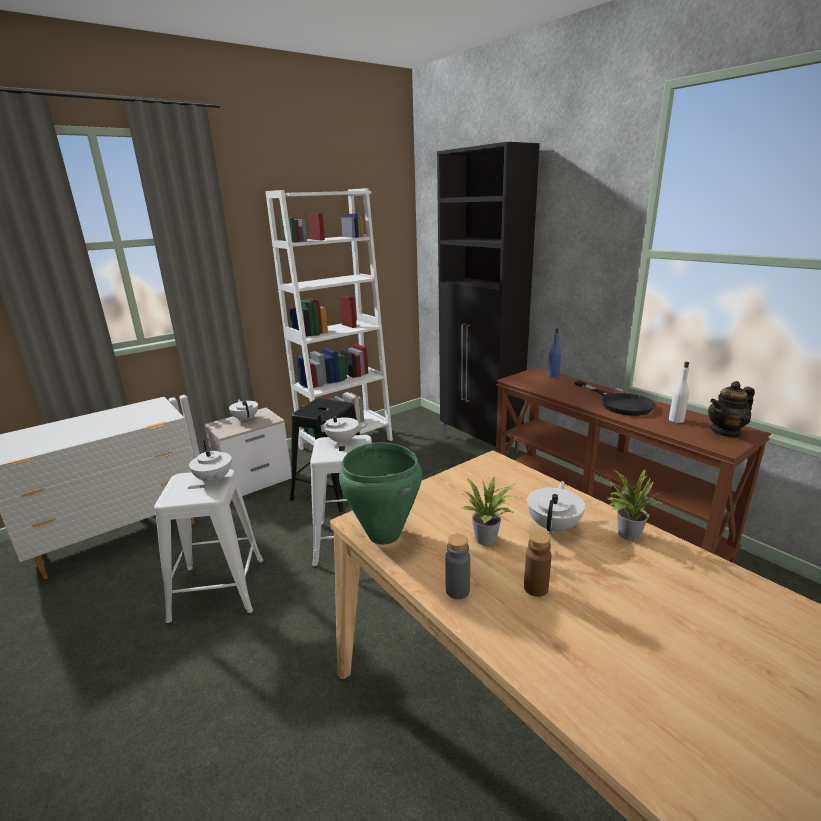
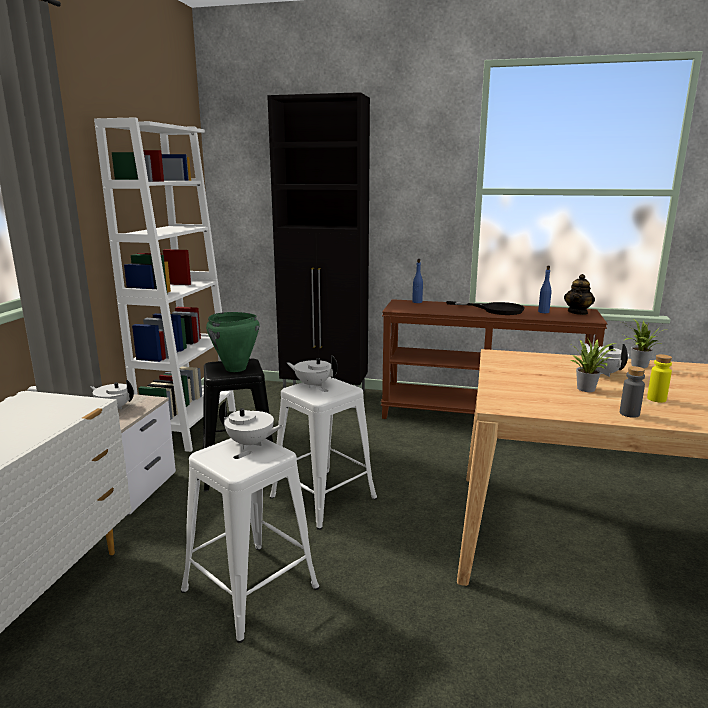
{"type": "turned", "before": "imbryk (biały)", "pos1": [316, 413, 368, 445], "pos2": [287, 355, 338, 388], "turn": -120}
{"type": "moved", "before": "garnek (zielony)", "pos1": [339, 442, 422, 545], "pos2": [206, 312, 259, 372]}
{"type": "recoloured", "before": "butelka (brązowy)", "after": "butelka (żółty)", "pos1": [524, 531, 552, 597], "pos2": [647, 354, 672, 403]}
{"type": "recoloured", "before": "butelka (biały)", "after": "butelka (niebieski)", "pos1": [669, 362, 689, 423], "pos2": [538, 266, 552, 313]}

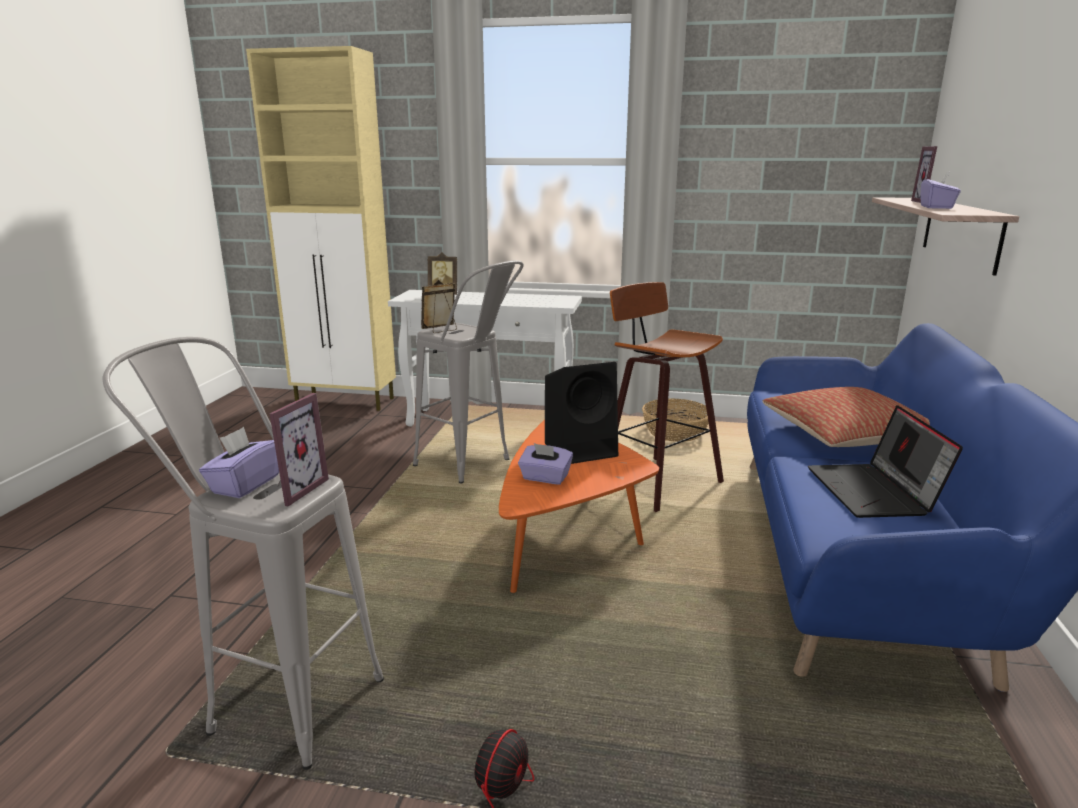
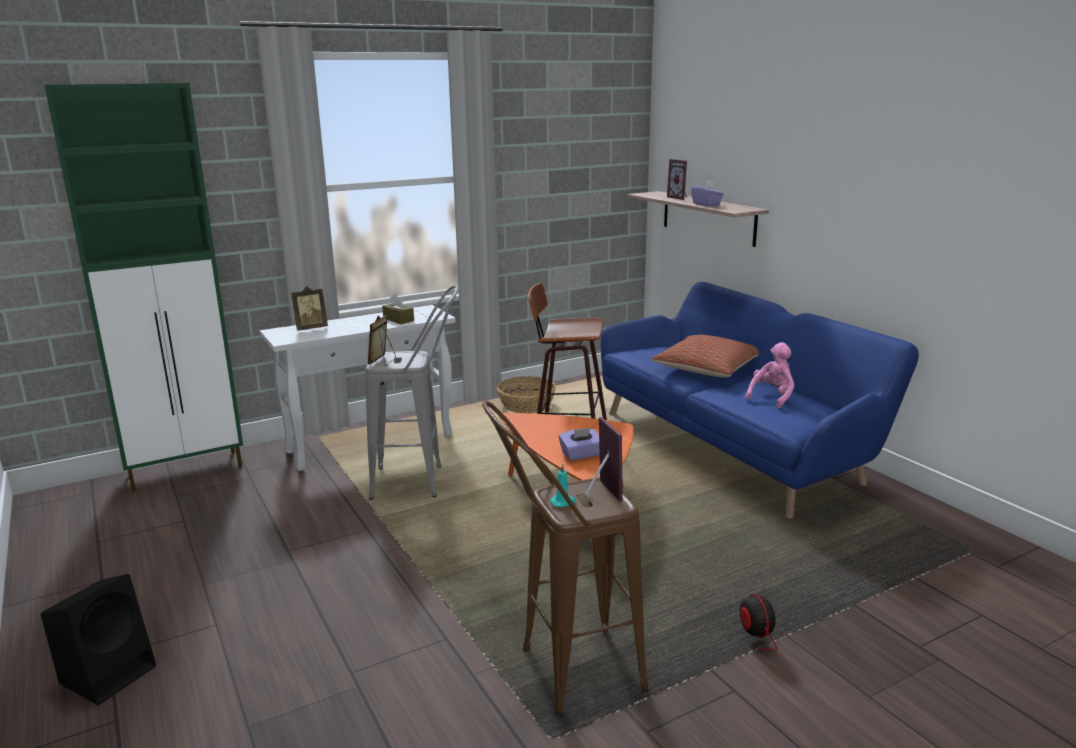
{"type": "recoloured", "before": "stołek (szary)", "after": "stołek (brązowy)", "pos1": [102, 337, 384, 770], "pos2": [482, 401, 649, 715]}
{"type": "replaced", "before": "pudełko chusteczek (fioletowy)", "after": "świeca (turkusowy)", "pos1": [199, 427, 279, 498], "pos2": [550, 464, 576, 507]}
{"type": "recoloured", "before": "szafka (beżowy)", "after": "szafka (zielony)", "pos1": [246, 46, 396, 411], "pos2": [44, 83, 243, 492]}
{"type": "moved", "before": "głośnik (czarny)", "pos1": [545, 362, 618, 464], "pos2": [41, 574, 156, 705]}
{"type": "replaced", "before": "laptop", "after": "pluszak (różowy)", "pos1": [808, 405, 963, 518], "pos2": [745, 342, 795, 409]}
{"type": "added", "after": "pudełko chusteczek (brązowy)", "pos2": [382, 294, 414, 324]}

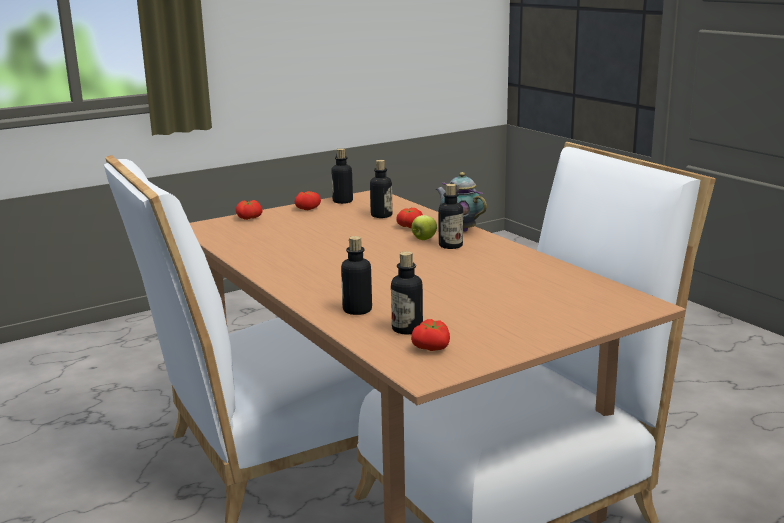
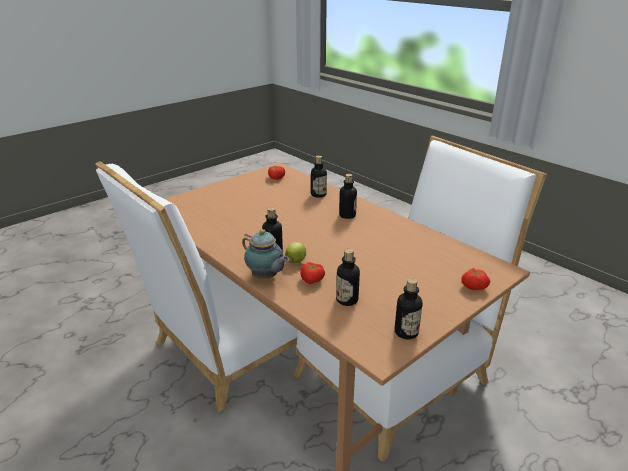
{"type": "removed", "before": "pomidor", "pos1": [295, 191, 321, 210]}
{"type": "moved", "before": "butelka", "pos1": [391, 251, 423, 334], "pos2": [339, 174, 357, 219]}

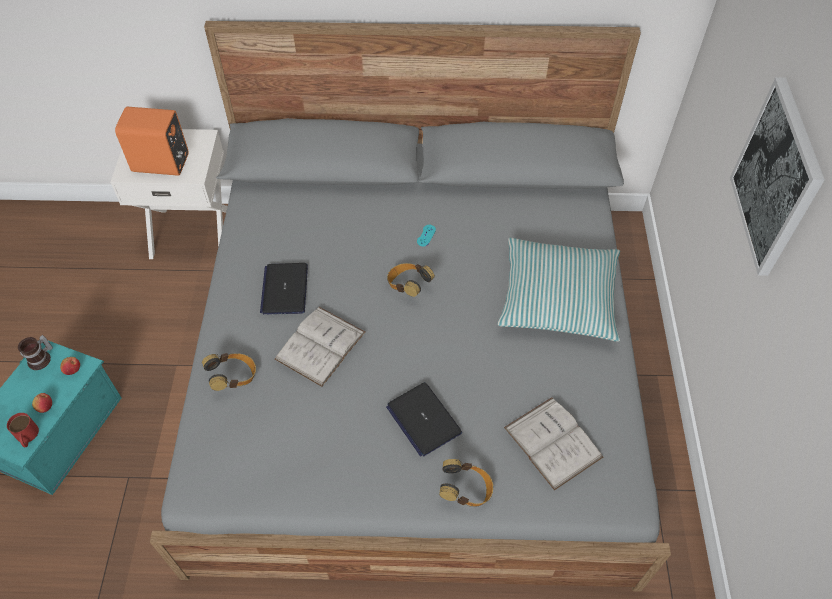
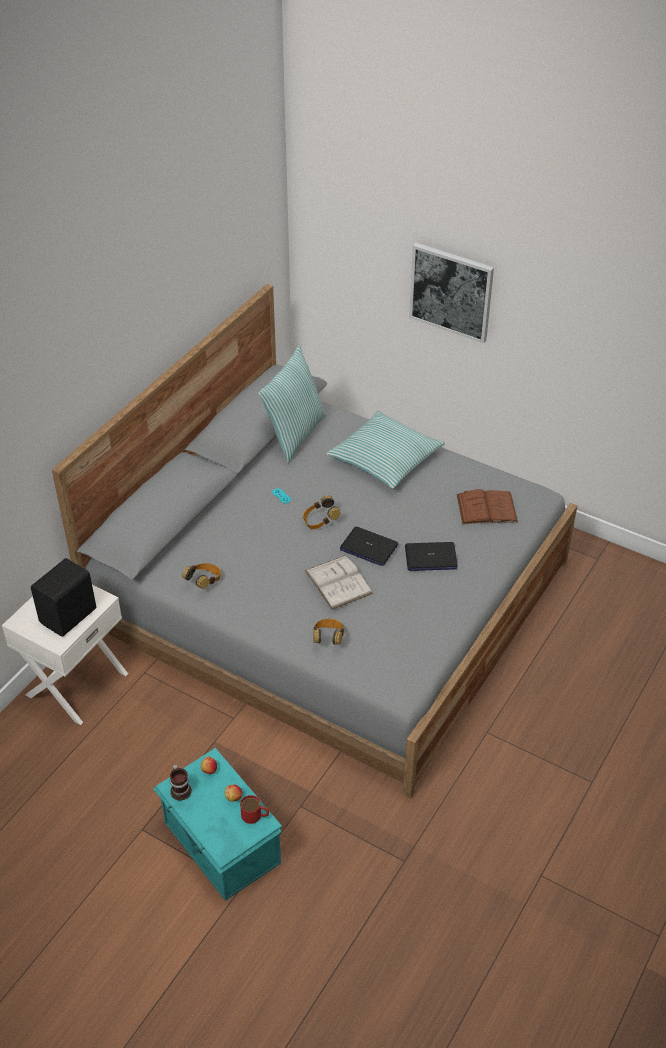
{"type": "recoloured", "before": "głośnik (pomarańczowy)", "after": "głośnik (czarny)", "pos1": [115, 107, 188, 176], "pos2": [31, 558, 96, 637]}
{"type": "moved", "before": "laptop", "pos1": [260, 263, 308, 315], "pos2": [340, 527, 398, 566]}
{"type": "moved", "before": "słuchawki", "pos1": [439, 459, 493, 507], "pos2": [182, 563, 221, 589]}
{"type": "recoloured", "before": "książka (biały)", "after": "książka (brązowy)", "pos1": [504, 397, 603, 491], "pos2": [457, 489, 518, 524]}
{"type": "added", "after": "poduszka", "pos2": [258, 345, 327, 463]}

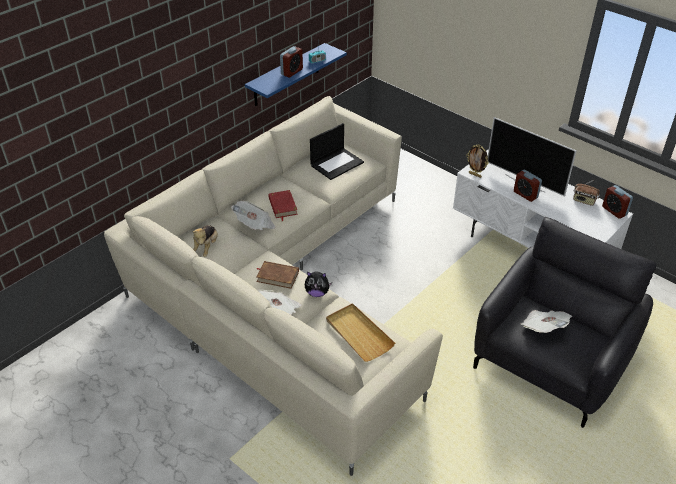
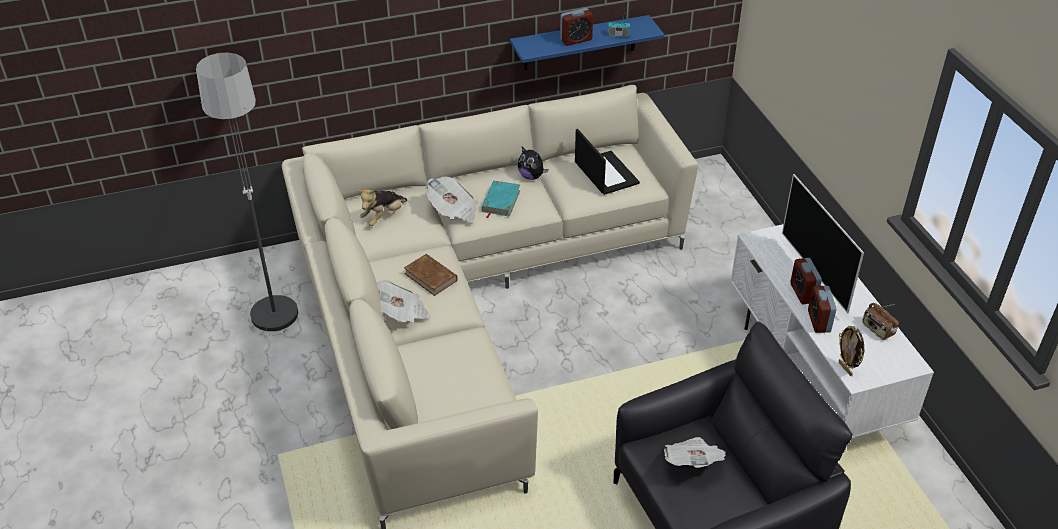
{"type": "recoloured", "before": "książka (czerwony)", "after": "książka (turkusowy)", "pos1": [268, 190, 298, 221], "pos2": [482, 181, 520, 218]}
{"type": "moved", "before": "pluszak", "pos1": [305, 272, 332, 297], "pos2": [518, 147, 548, 180]}
{"type": "turned", "before": "laptop", "pos1": [310, 123, 364, 180], "pos2": [575, 129, 640, 195], "turn": -105}
{"type": "removed", "before": "taca (beżowy)", "pos1": [326, 303, 395, 362]}
{"type": "moved", "before": "ramka na zdjęcie", "pos1": [467, 145, 489, 178], "pos2": [839, 325, 864, 376]}
{"type": "moved", "before": "budzik", "pos1": [602, 185, 633, 219], "pos2": [808, 286, 837, 333]}
{"type": "added", "after": "lampa stojąca", "pos2": [196, 52, 298, 336]}

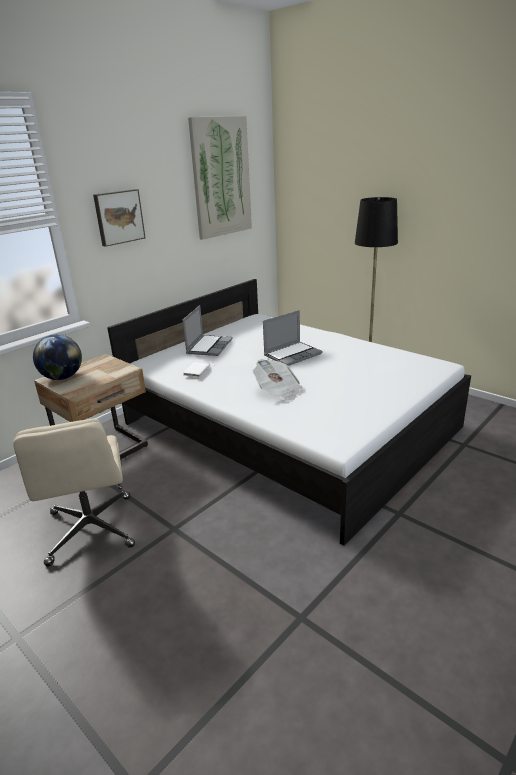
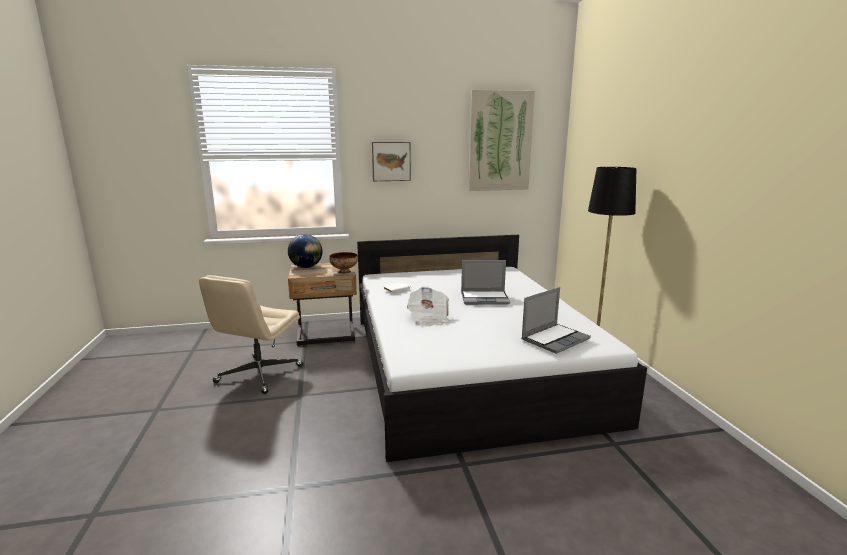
{"type": "moved", "before": "laptop", "pos1": [183, 305, 233, 356], "pos2": [521, 287, 591, 354]}
{"type": "added", "after": "miska", "pos2": [329, 252, 358, 274]}

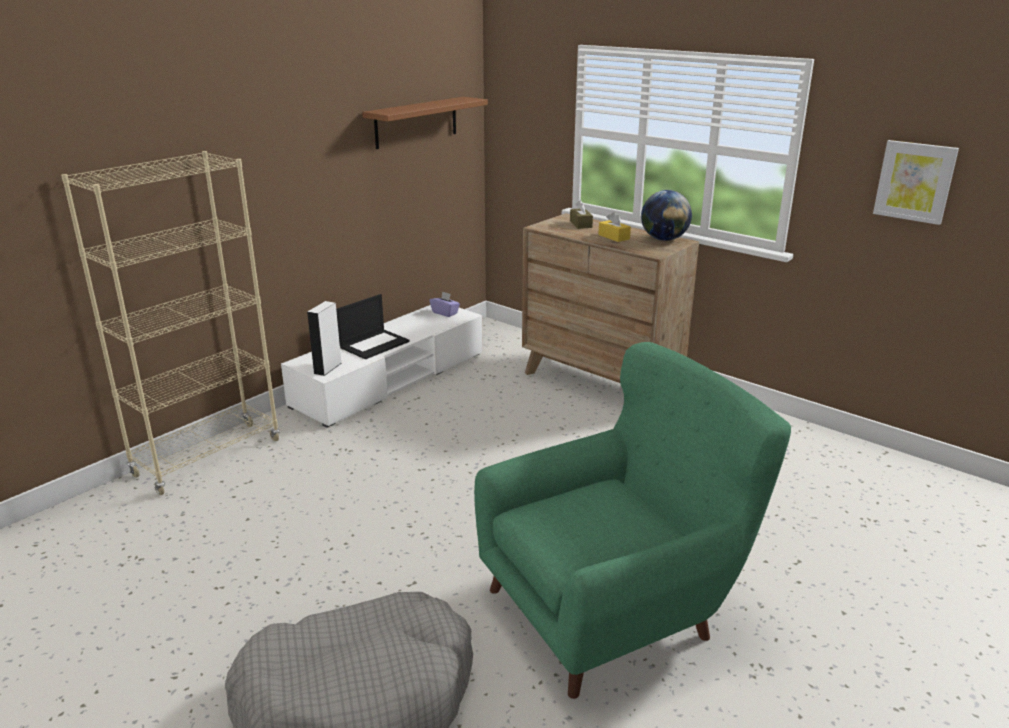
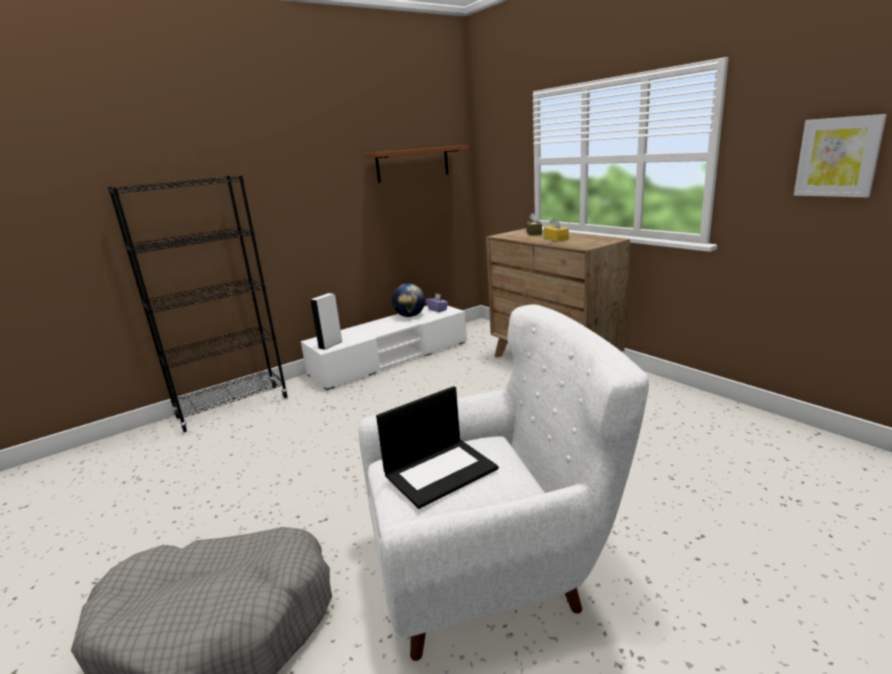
{"type": "recoloured", "before": "regał (beżowy)", "after": "regał (czarny)", "pos1": [61, 151, 280, 495], "pos2": [108, 176, 289, 432]}
{"type": "moved", "before": "laptop", "pos1": [336, 294, 410, 359], "pos2": [376, 386, 499, 509]}
{"type": "recoloured", "before": "fotel (zielony)", "after": "fotel (biały)", "pos1": [474, 342, 791, 699], "pos2": [359, 305, 649, 661]}
{"type": "moved", "before": "globus", "pos1": [641, 190, 692, 241], "pos2": [392, 283, 425, 317]}

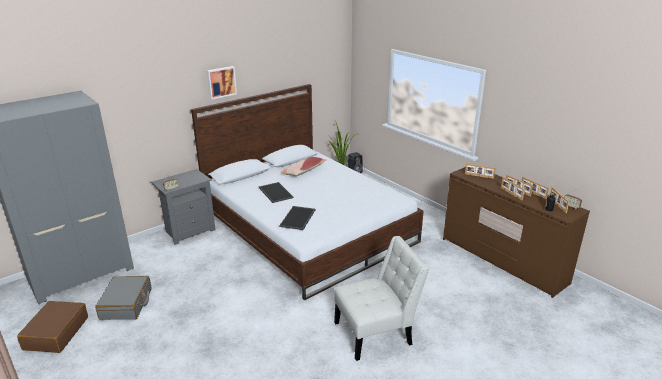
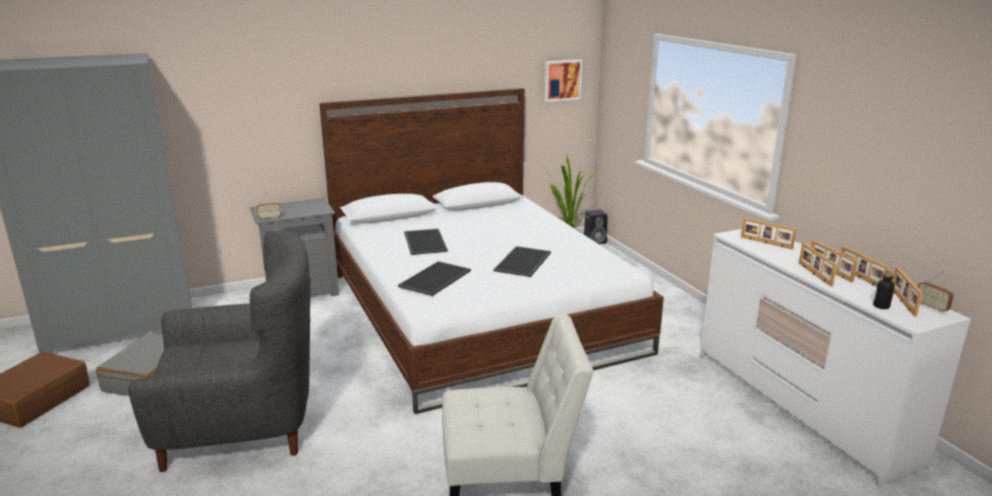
{"type": "moved", "before": "obraz", "pos1": [207, 66, 237, 99], "pos2": [544, 59, 582, 102]}
{"type": "removed", "before": "poduszka", "pos1": [280, 157, 327, 176]}
{"type": "recoloured", "before": "komoda (brązowy)", "after": "komoda (biały)", "pos1": [443, 167, 590, 298], "pos2": [700, 229, 971, 487]}
{"type": "added", "after": "fotel (szary)", "pos2": [128, 230, 311, 472]}
{"type": "added", "after": "taca", "pos2": [494, 246, 551, 277]}

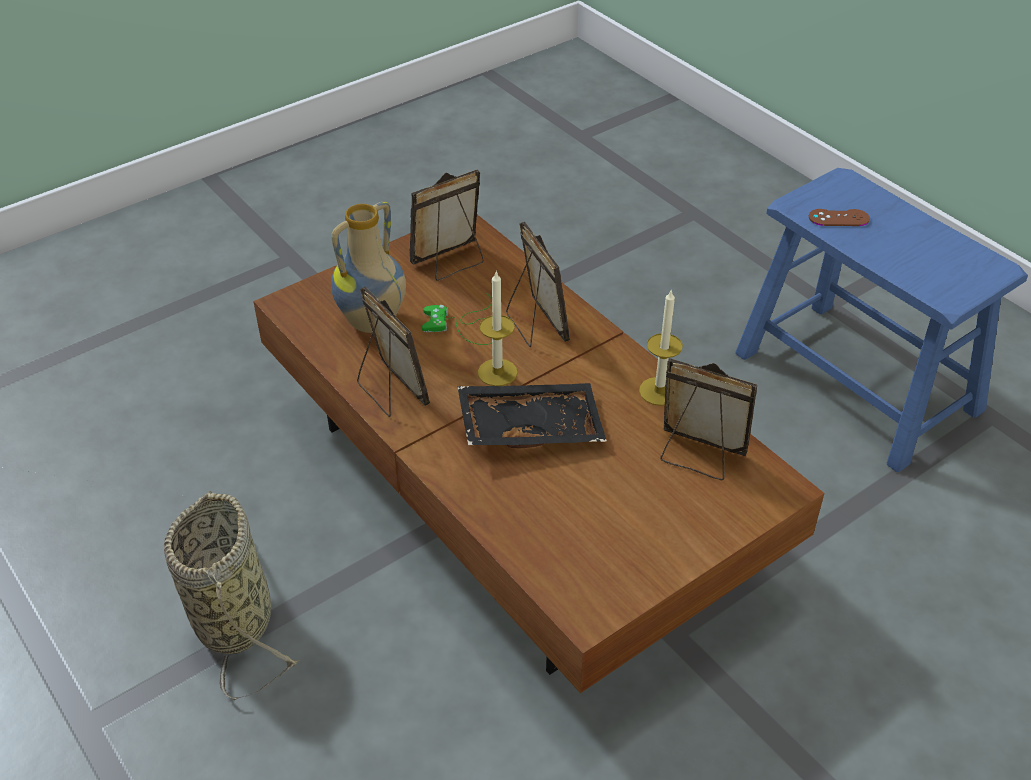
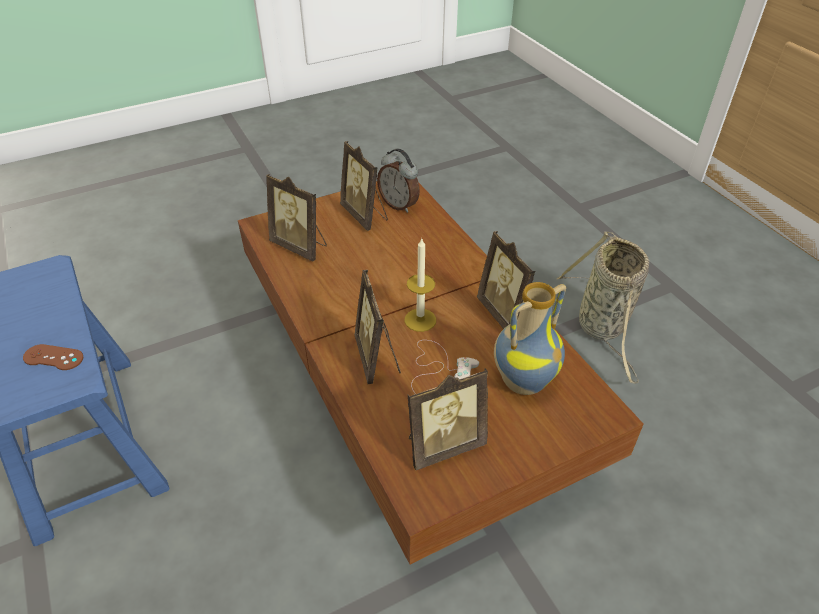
{"type": "recoloured", "before": "pad do gier (zielony)", "after": "pad do gier (biały)", "pos1": [422, 292, 492, 345], "pos2": [411, 340, 479, 394]}
{"type": "removed", "before": "taca (czarny)", "pos1": [457, 383, 607, 448]}
{"type": "removed", "before": "świeca", "pos1": [639, 290, 683, 406]}
{"type": "added", "after": "ramka na zdjęcie", "pos2": [340, 141, 388, 231]}
{"type": "added", "after": "budzik", "pos2": [377, 148, 420, 213]}

